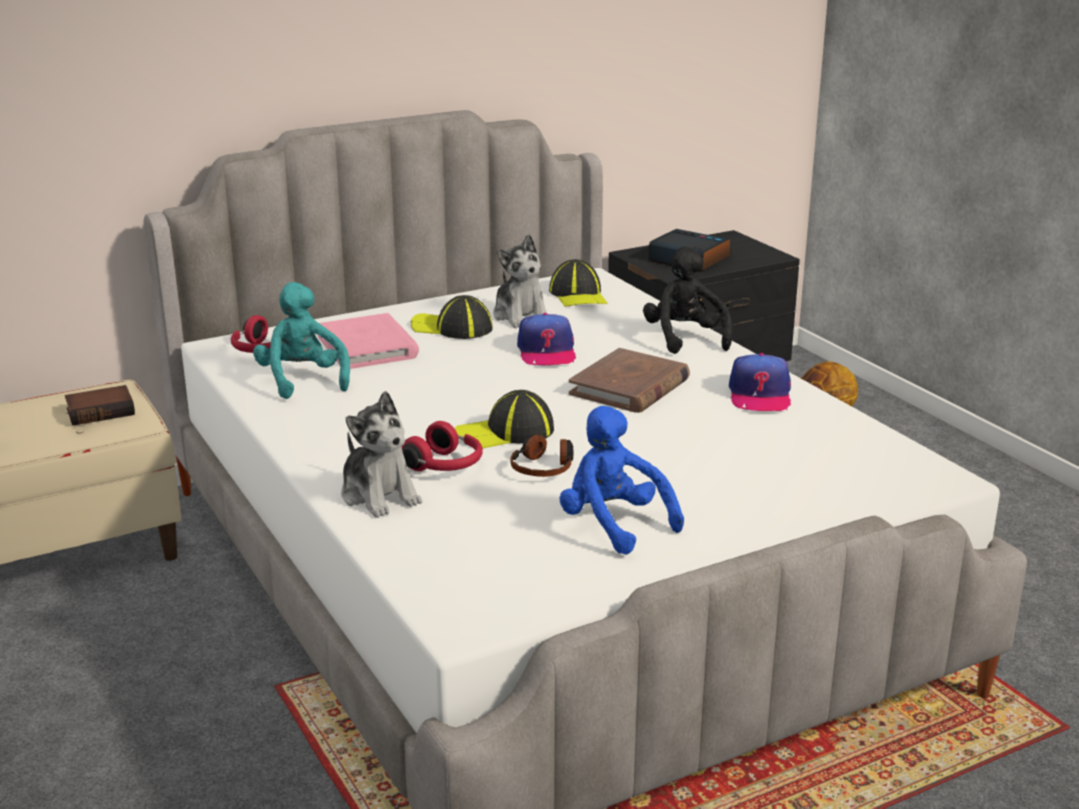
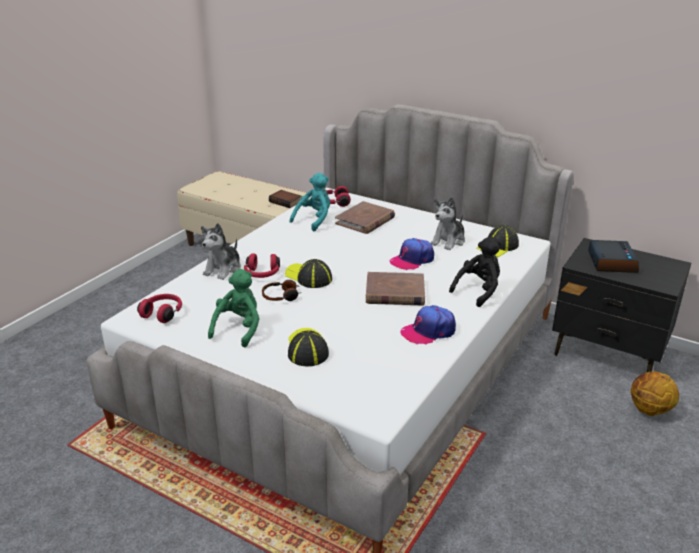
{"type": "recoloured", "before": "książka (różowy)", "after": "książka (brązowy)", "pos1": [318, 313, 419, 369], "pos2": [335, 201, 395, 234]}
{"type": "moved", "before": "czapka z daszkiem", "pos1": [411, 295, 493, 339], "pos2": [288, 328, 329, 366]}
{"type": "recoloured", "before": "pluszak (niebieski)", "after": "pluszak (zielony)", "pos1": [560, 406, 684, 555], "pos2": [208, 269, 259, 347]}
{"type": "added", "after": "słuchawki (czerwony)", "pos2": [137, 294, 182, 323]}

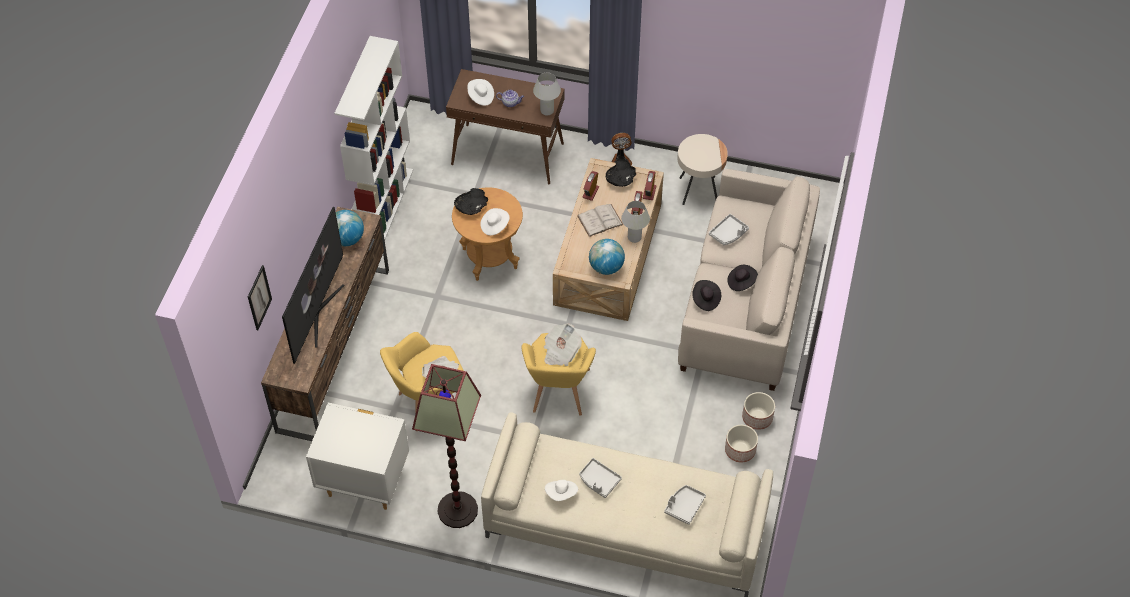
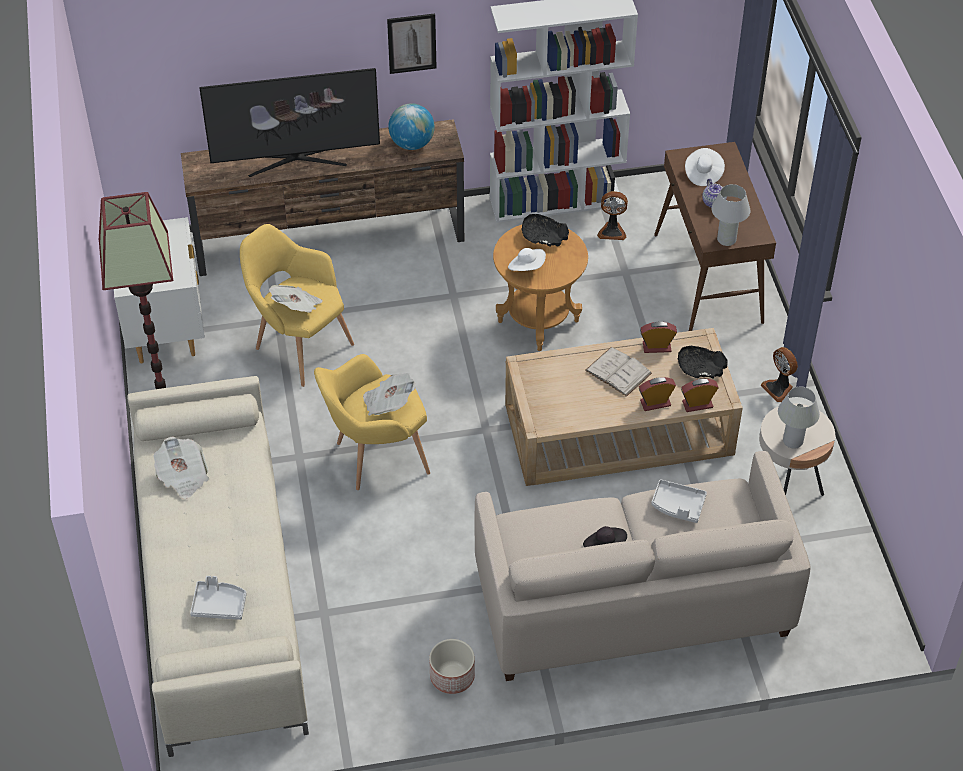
{"type": "moved", "before": "obraz", "pos1": [248, 265, 272, 330], "pos2": [387, 14, 437, 74]}
{"type": "replaced", "before": "kapelusz (biały)", "after": "gazeta", "pos1": [545, 480, 578, 501], "pos2": [153, 436, 209, 499]}
{"type": "removed", "before": "taca (szary)", "pos1": [579, 458, 622, 498]}
{"type": "removed", "before": "globus", "pos1": [589, 239, 625, 275]}
{"type": "moved", "before": "lampa stołowa (biały)", "pos1": [621, 201, 650, 243], "pos2": [778, 387, 820, 449]}
{"type": "removed", "before": "kapelusz (czarny)", "pos1": [692, 280, 721, 311]}
{"type": "removed", "before": "donica", "pos1": [725, 425, 758, 463]}
{"type": "added", "after": "wentylator", "pos2": [597, 191, 628, 240]}

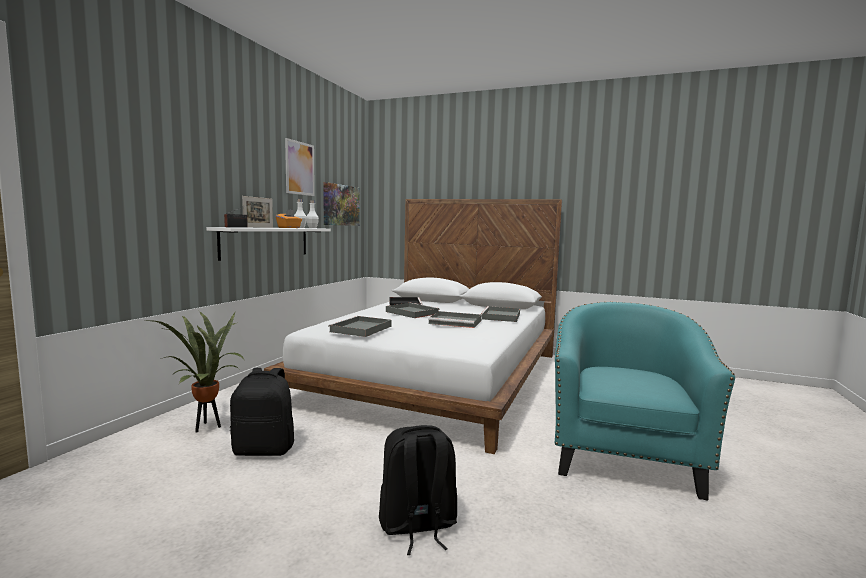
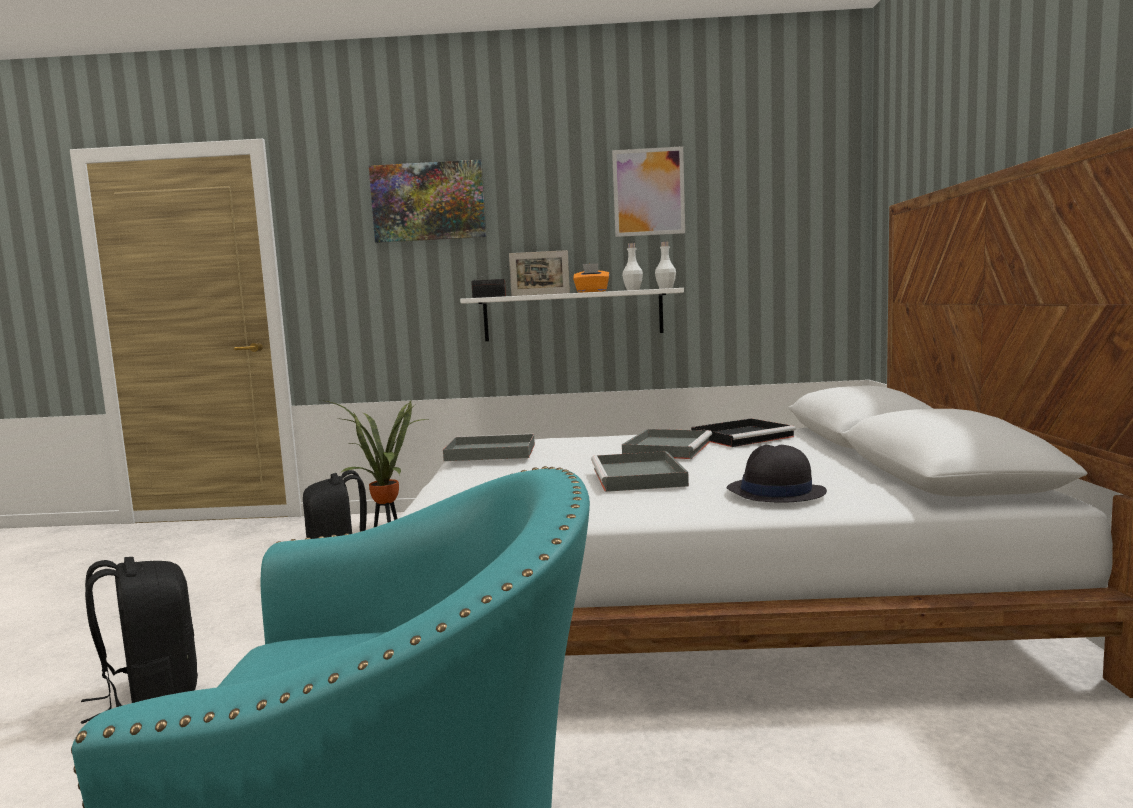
{"type": "moved", "before": "obraz", "pos1": [323, 182, 360, 226], "pos2": [369, 160, 486, 243]}
{"type": "replaced", "before": "taca (szary)", "after": "kapelusz (czarny)", "pos1": [480, 306, 520, 322], "pos2": [727, 445, 827, 503]}

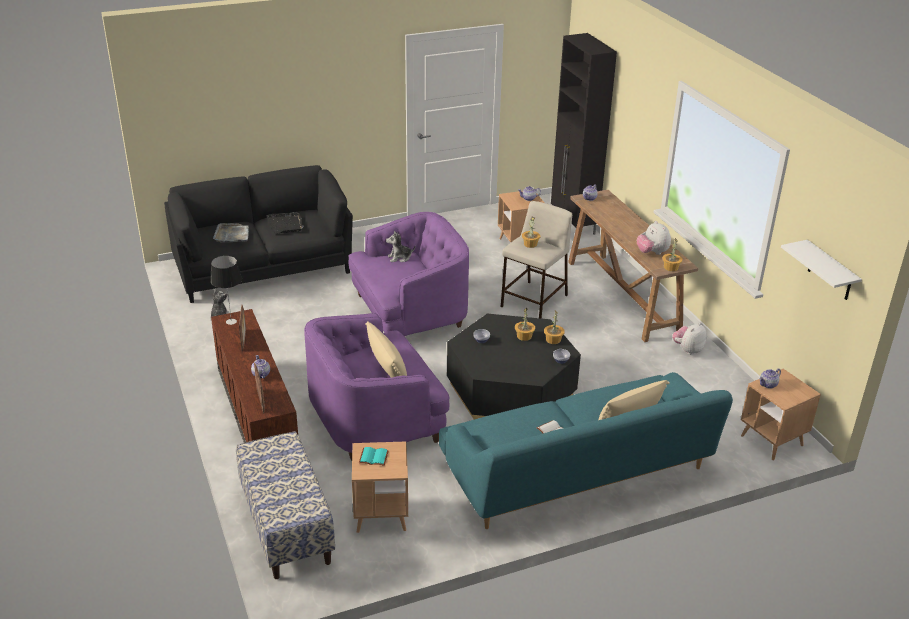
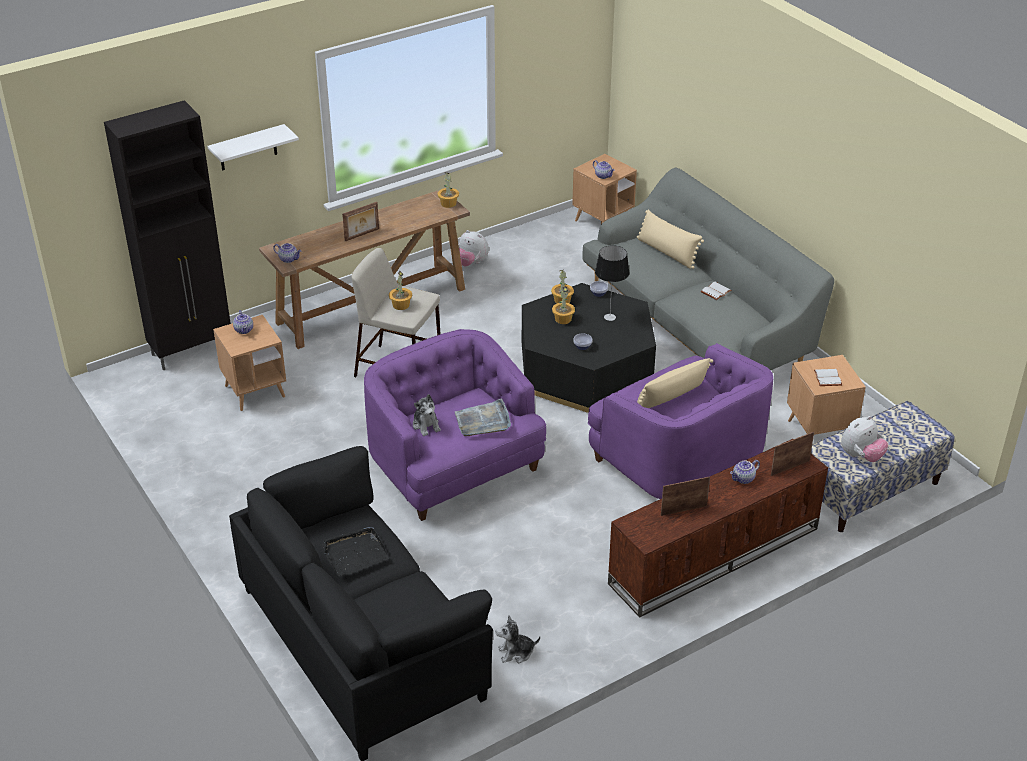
{"type": "moved", "before": "lampa stołowa", "pos1": [210, 256, 242, 325], "pos2": [595, 245, 629, 321]}
{"type": "moved", "before": "taca (szary)", "pos1": [213, 223, 249, 243], "pos2": [455, 398, 511, 436]}
{"type": "recoloured", "before": "książka (turkusowy)", "after": "książka (biały)", "pos1": [359, 447, 389, 466], "pos2": [814, 369, 842, 386]}
{"type": "recoloured", "before": "kanapa (turkusowy)", "after": "kanapa (szary)", "pos1": [439, 372, 733, 529], "pos2": [582, 168, 834, 370]}
{"type": "moved", "before": "pluszak", "pos1": [637, 221, 671, 255], "pos2": [841, 416, 888, 462]}
{"type": "moved", "before": "półka (biały)", "pos1": [781, 240, 862, 300], "pos2": [207, 124, 299, 171]}
{"type": "added", "after": "ramka na zdjęcie", "pos2": [342, 202, 379, 241]}

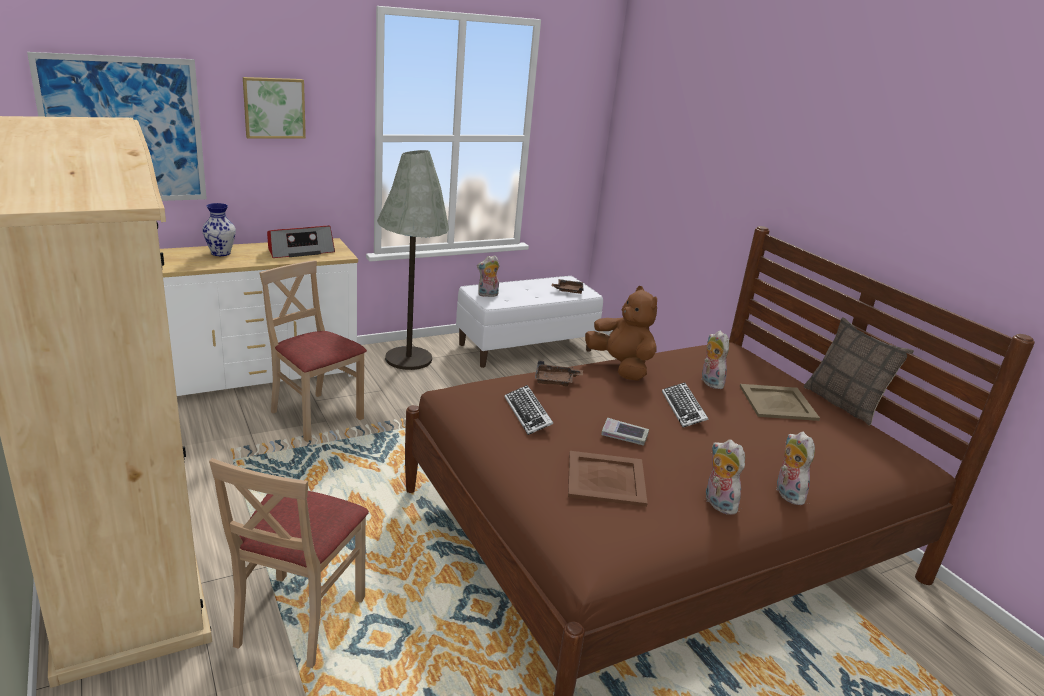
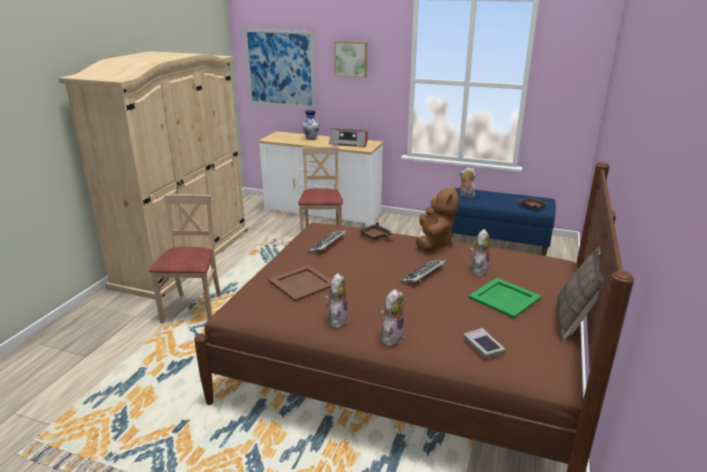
{"type": "turned", "before": "krzesło (beżowy)", "pos1": [209, 458, 369, 668], "pos2": [149, 194, 221, 323], "turn": 120}
{"type": "removed", "before": "lampa stojąca (szary)", "pos1": [377, 150, 449, 370]}
{"type": "recoloured", "before": "ławka (biały)", "after": "ławka (niebieski)", "pos1": [456, 276, 603, 368], "pos2": [451, 188, 556, 256]}
{"type": "moved", "before": "książka", "pos1": [601, 418, 649, 446], "pos2": [463, 328, 506, 358]}
{"type": "recoloured", "before": "taca (beżowy)", "after": "taca (zielony)", "pos1": [740, 384, 820, 421], "pos2": [468, 278, 542, 318]}

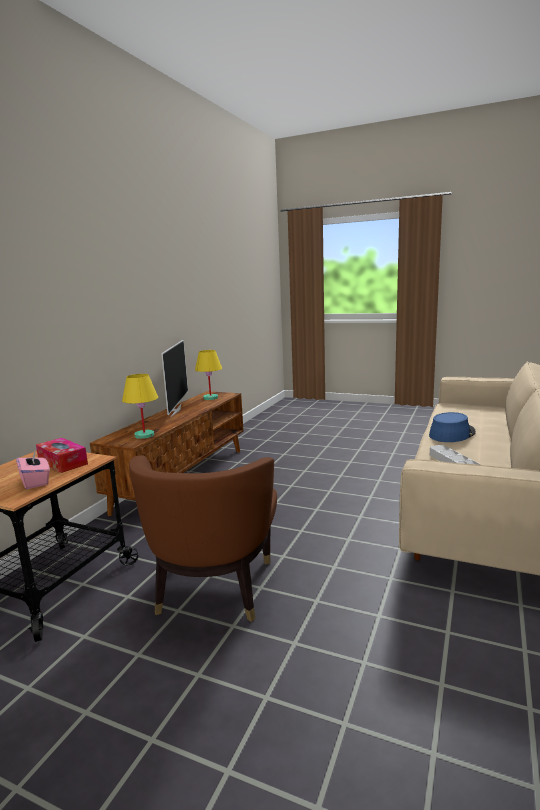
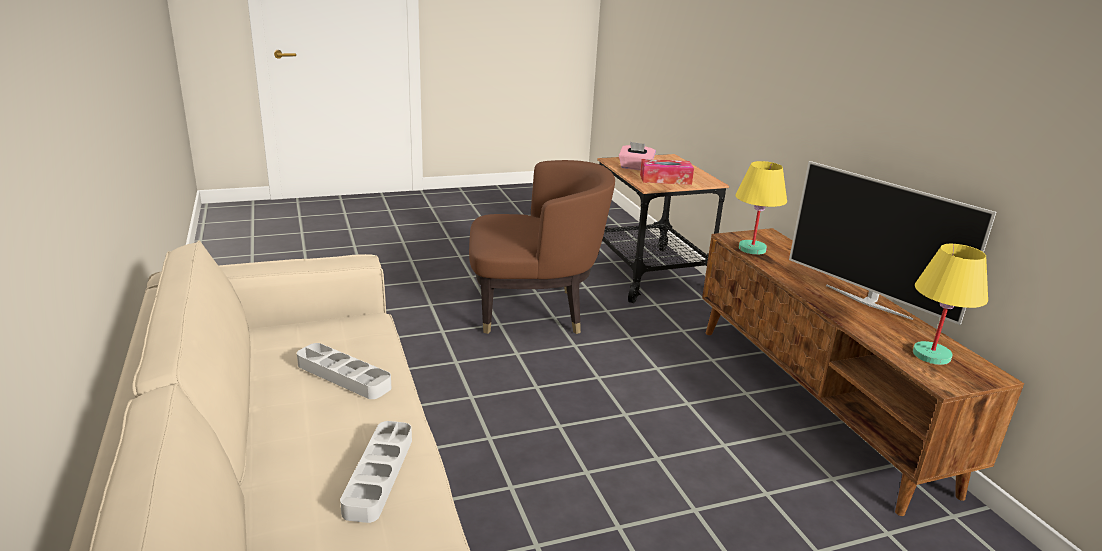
{"type": "turned", "before": "fotel (brązowy)", "pos1": [129, 455, 277, 622], "pos2": [469, 160, 615, 334], "turn": 120}
{"type": "replaced", "before": "kapelusz (niebieski)", "after": "taca (szary)", "pos1": [429, 412, 476, 442], "pos2": [340, 421, 412, 523]}

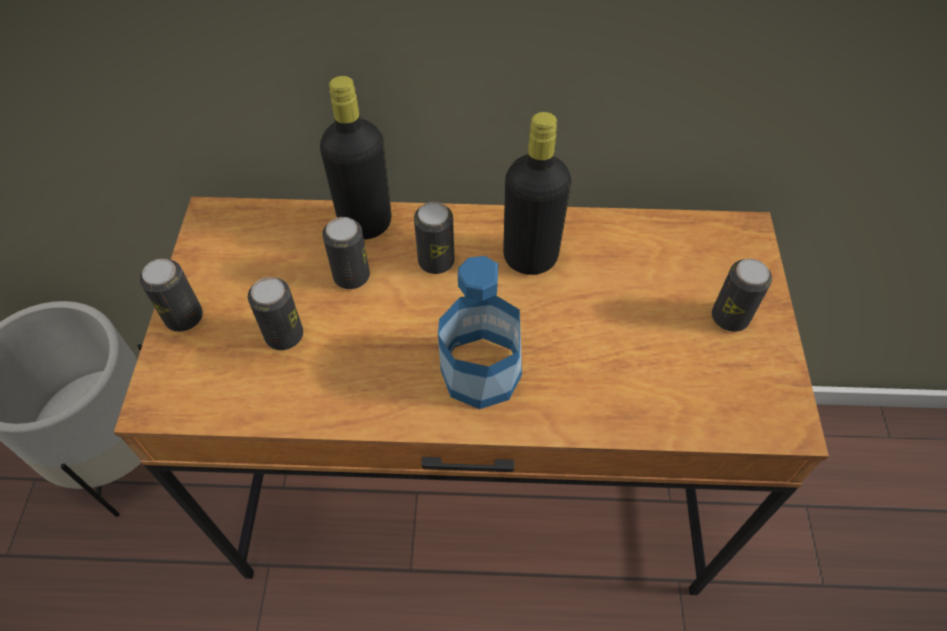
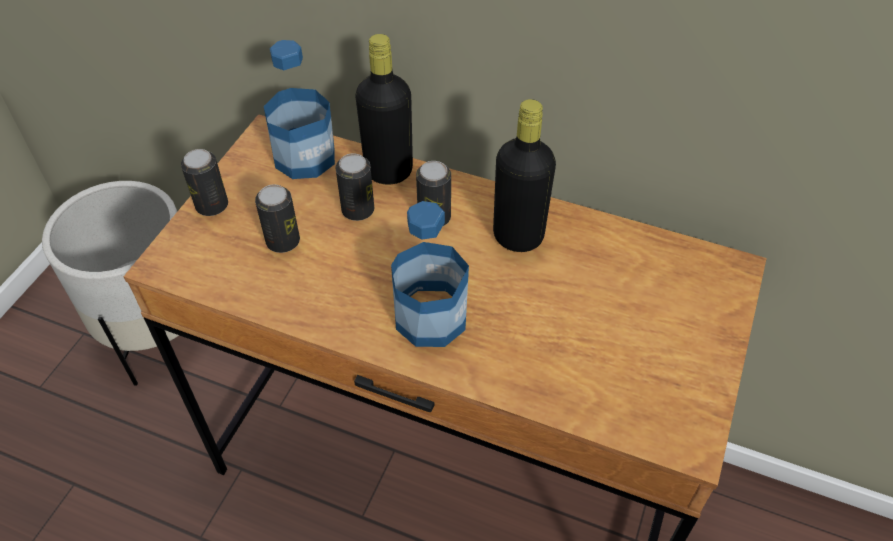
{"type": "removed", "before": "puszka", "pos1": [712, 259, 772, 332]}
{"type": "added", "after": "butelka", "pos2": [264, 40, 335, 179]}

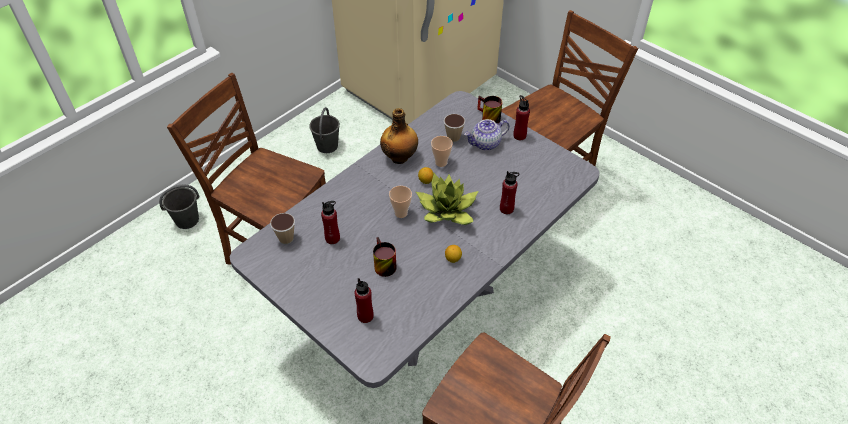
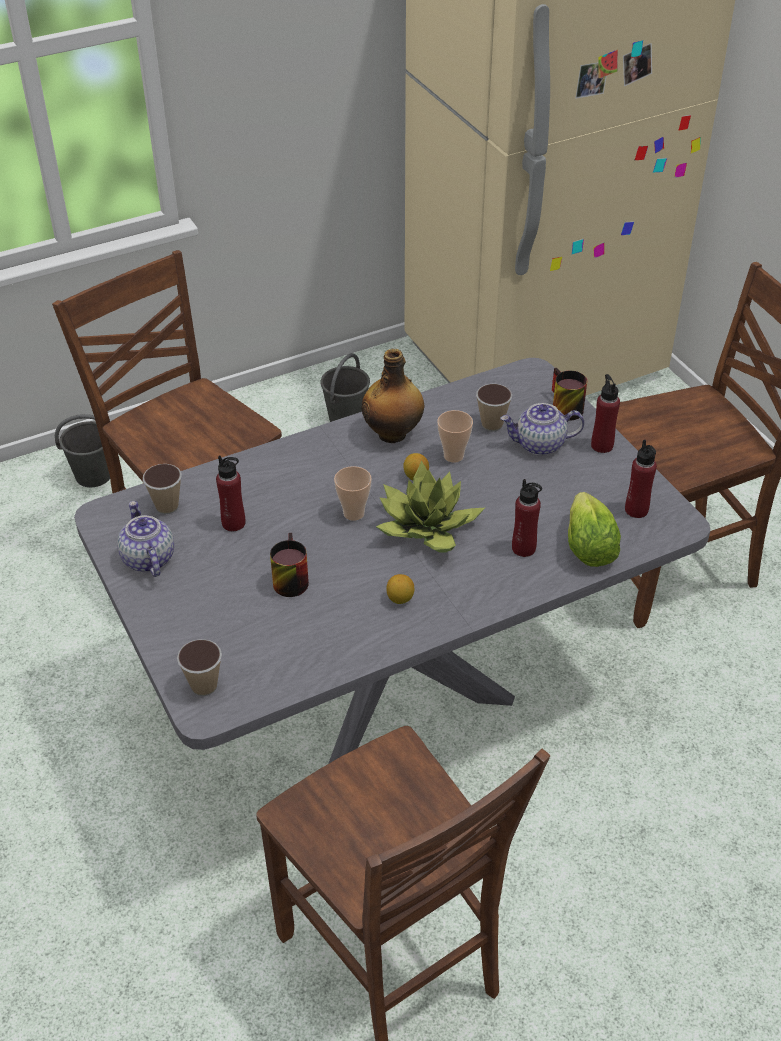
{"type": "moved", "before": "butelka (czerwony)", "pos1": [355, 278, 374, 323], "pos2": [625, 440, 657, 518]}
{"type": "added", "after": "imbryk", "pos2": [117, 501, 174, 577]}
{"type": "added", "after": "filiżanka", "pos2": [177, 639, 222, 696]}
{"type": "added", "after": "sałata", "pos2": [568, 492, 621, 567]}

